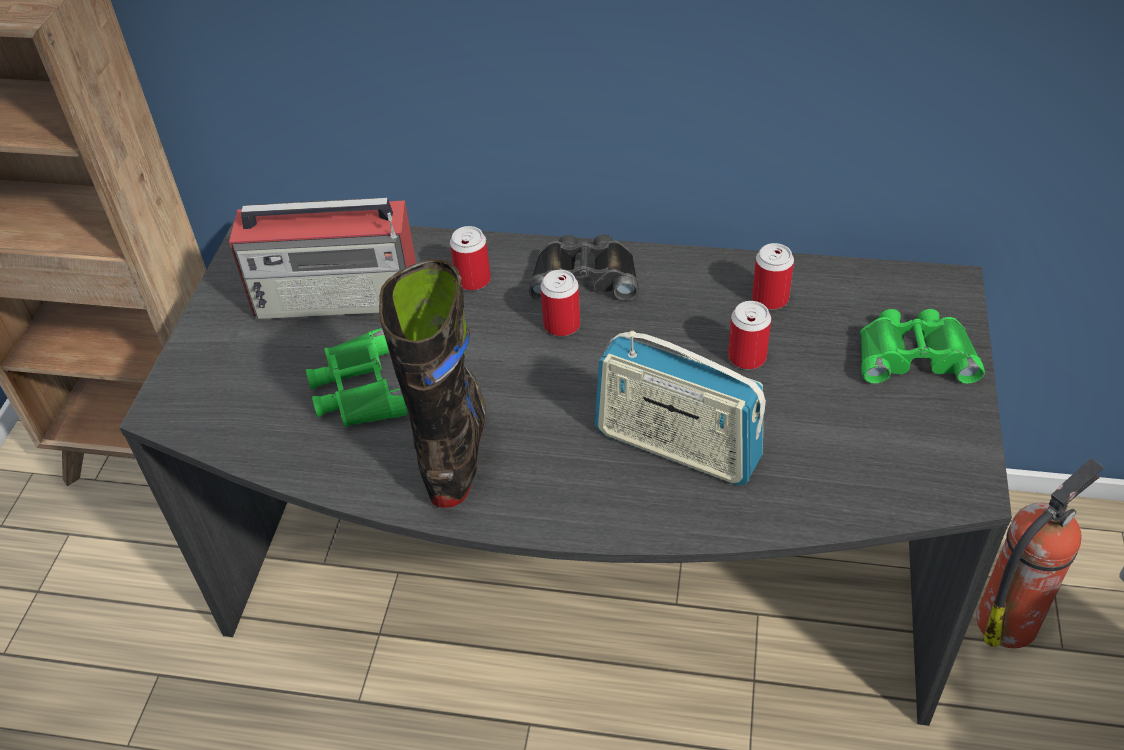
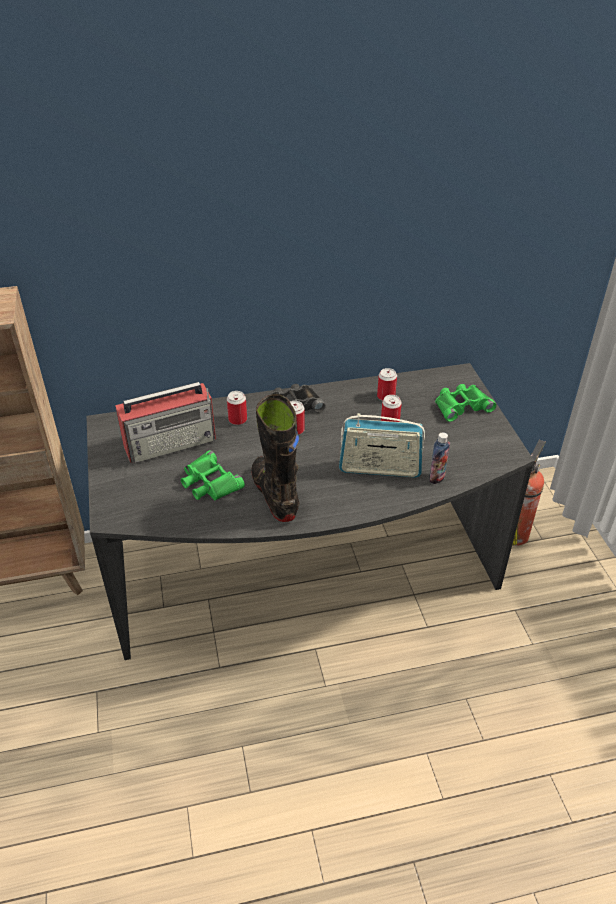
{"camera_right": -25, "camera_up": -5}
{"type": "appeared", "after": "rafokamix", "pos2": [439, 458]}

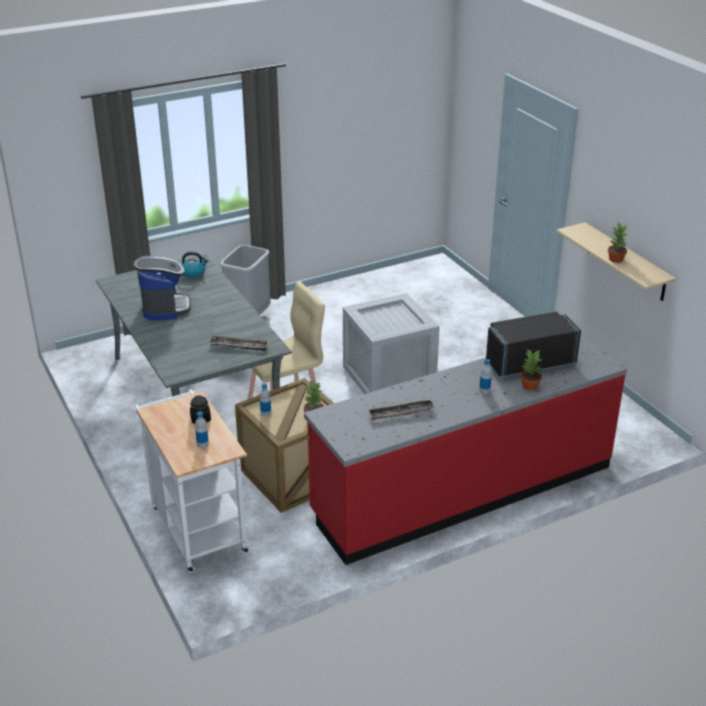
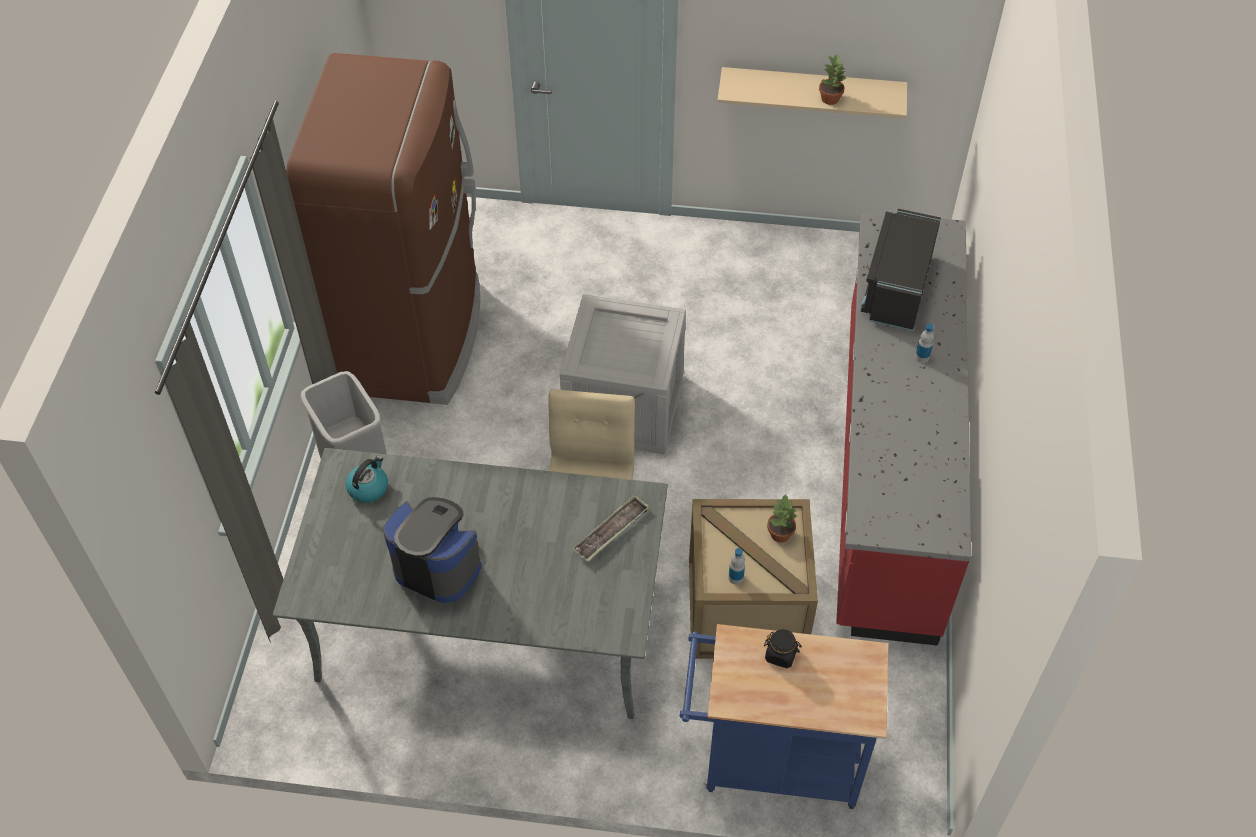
{"camera_right": -55, "camera_up": 20}
{"type": "missing", "before": "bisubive", "pos1": [531, 370]}
{"type": "colour", "before": "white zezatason", "after": "blue zezatason", "pos1": [191, 481], "pos2": [784, 716]}
{"type": "missing", "before": "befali", "pos1": [401, 409]}
{"type": "missing", "before": "rafokamix", "pos1": [202, 429]}
{"type": "appeared", "after": "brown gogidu", "pos2": [383, 229]}

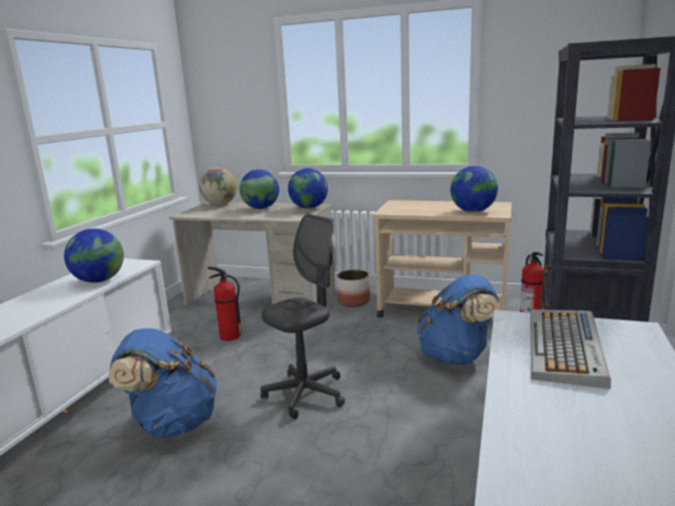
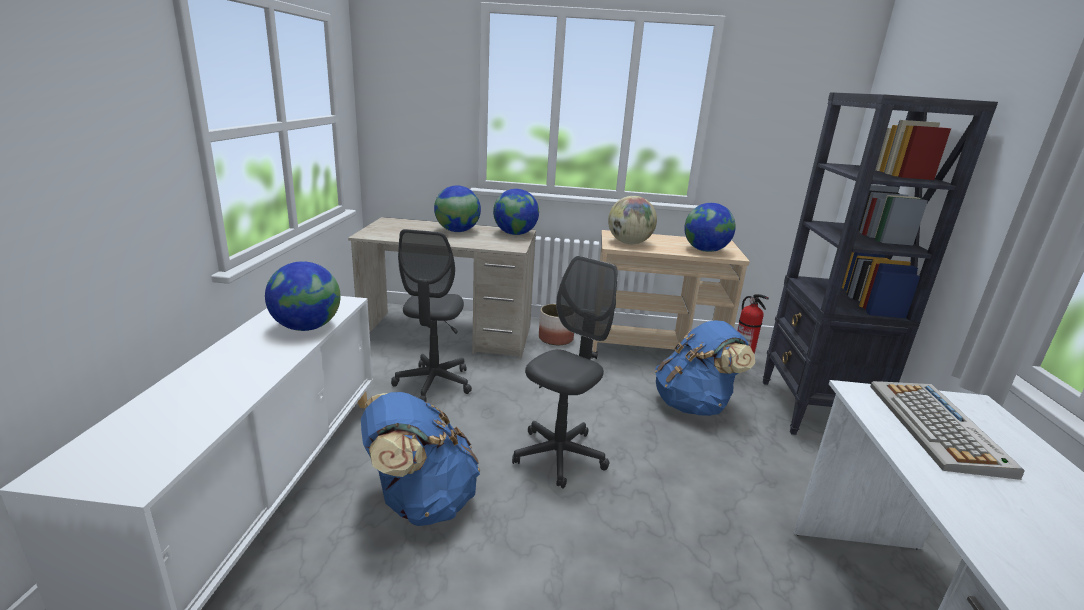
{"camera_right": -15, "camera_up": 5}
{"type": "relocated", "before": "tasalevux", "pos1": [218, 186], "pos2": [632, 220]}
{"type": "exchanged", "before": "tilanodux", "after": "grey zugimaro", "pos1": [224, 304], "pos2": [431, 315]}

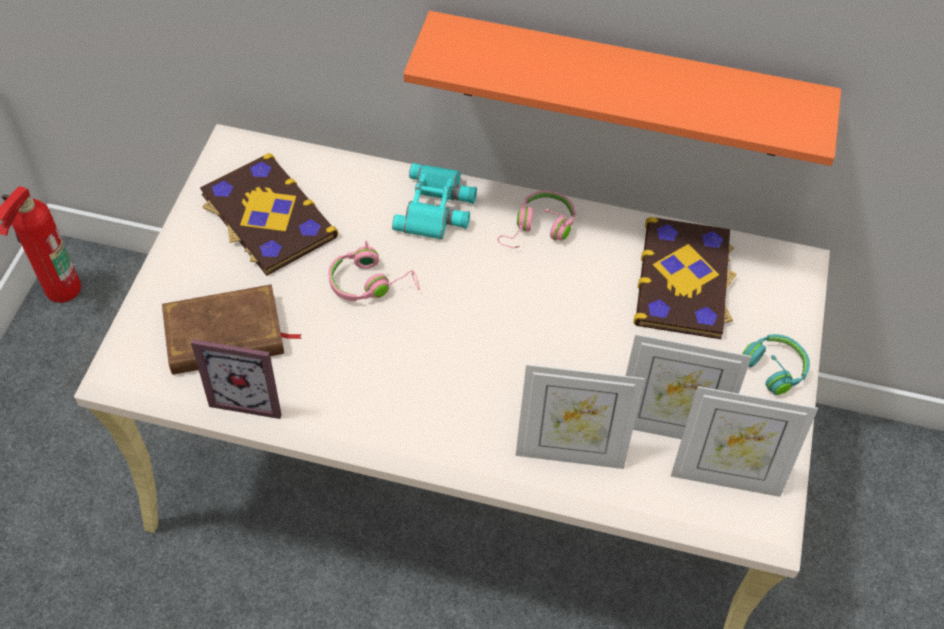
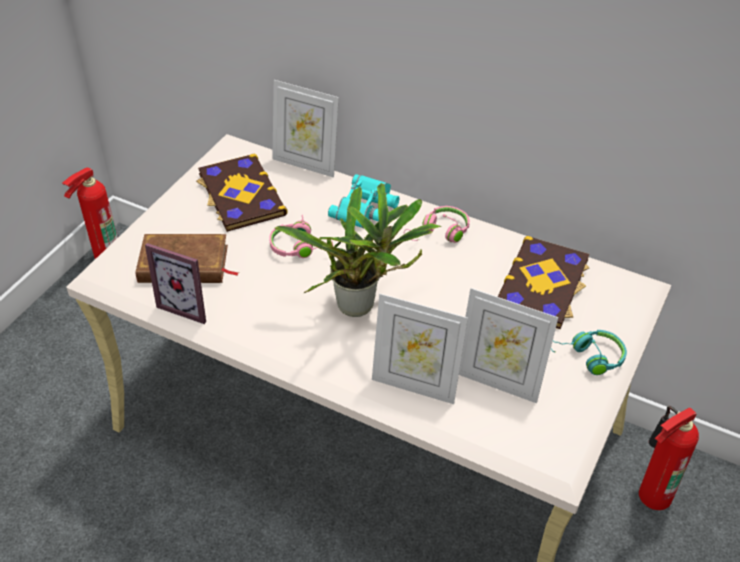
{"camera_right": 15, "camera_up": -10}
{"type": "missing", "before": "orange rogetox", "pos1": [622, 88]}
{"type": "relocated", "before": "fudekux", "pos1": [744, 441], "pos2": [305, 129]}
{"type": "appeared", "after": "bisubive", "pos2": [358, 250]}
{"type": "appeared", "after": "tilanodux", "pos2": [669, 458]}

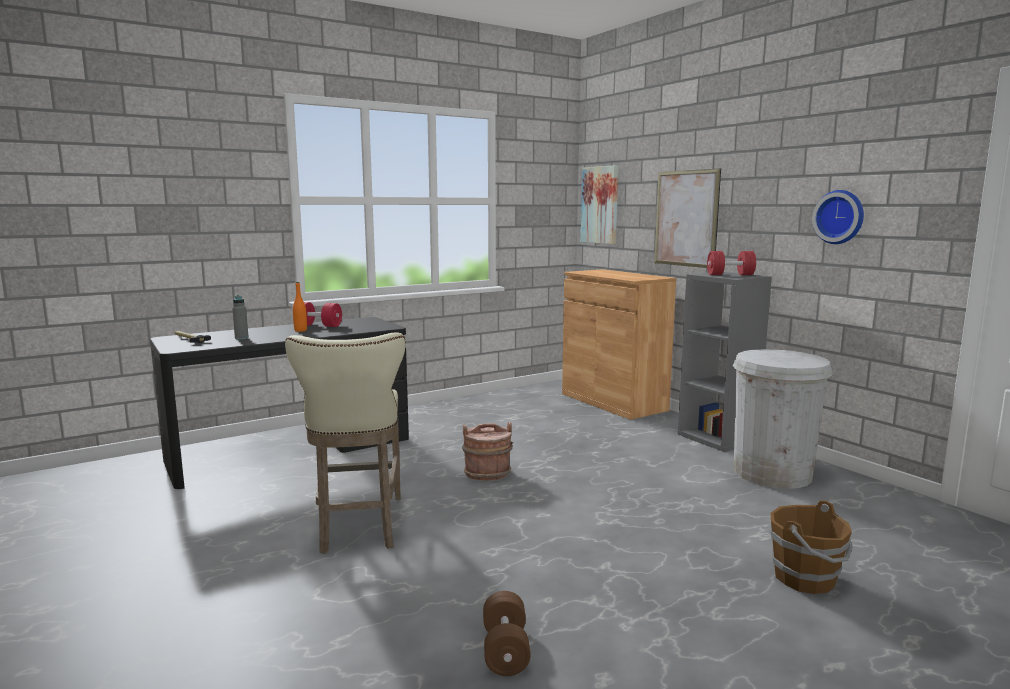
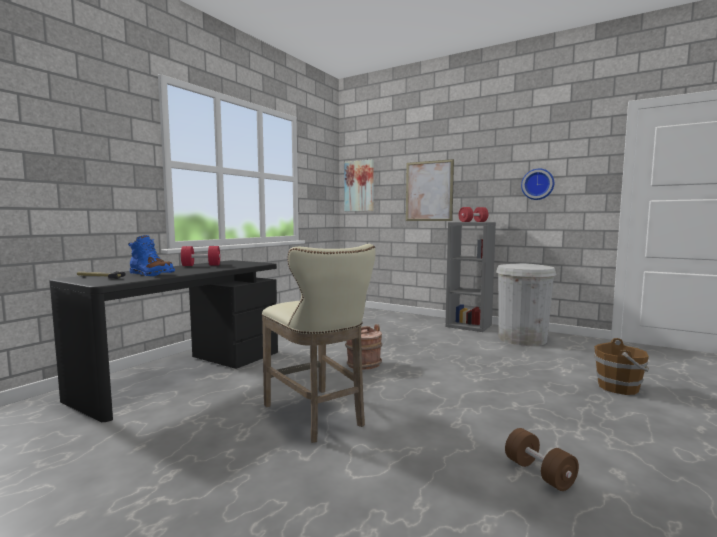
{"camera_right": -25, "camera_up": -5}
{"type": "missing", "before": "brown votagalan", "pos1": [619, 344]}
{"type": "missing", "before": "orange rafokamix", "pos1": [300, 307]}
{"type": "exchanged", "before": "grey rafokamix", "after": "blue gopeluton", "pos1": [240, 317], "pos2": [151, 255]}

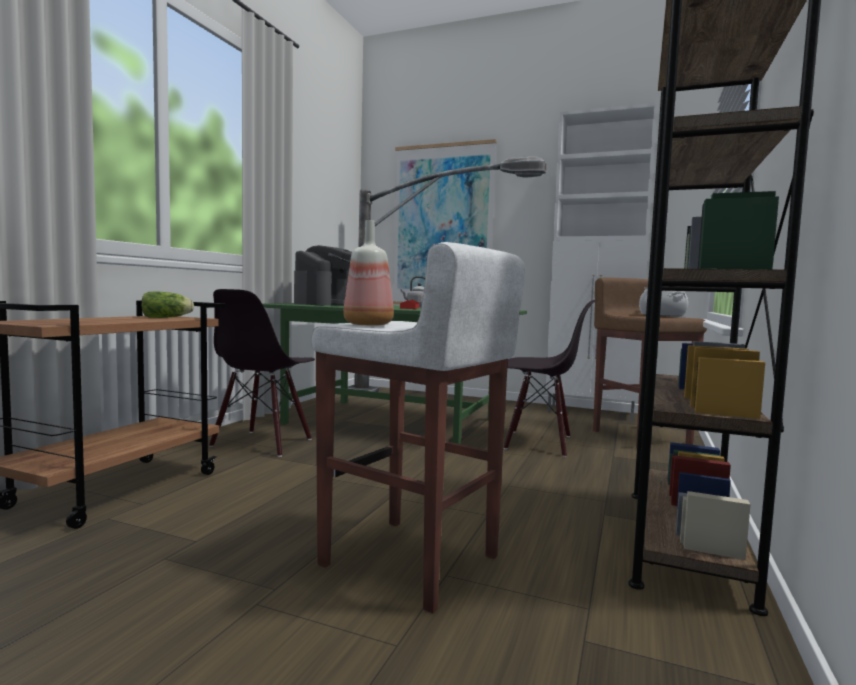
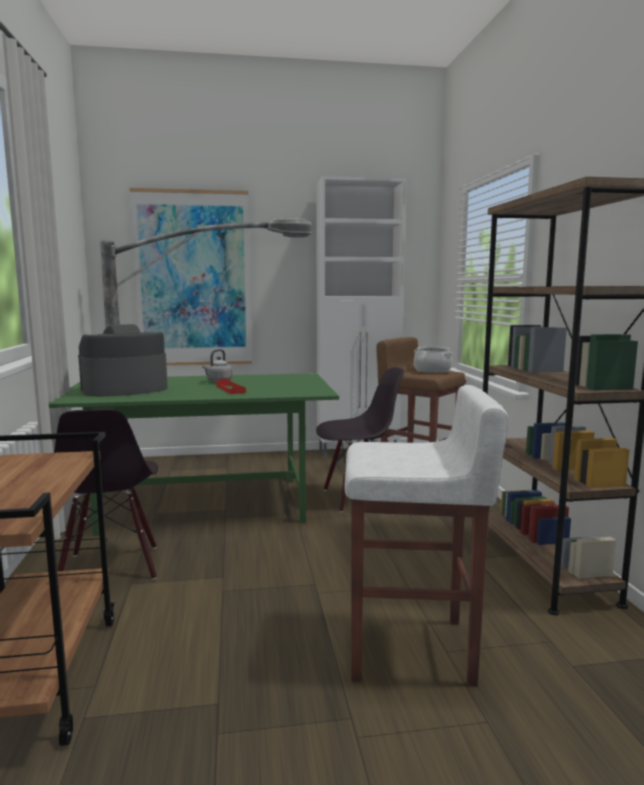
{"camera_right": -30, "camera_up": 5}
{"type": "missing", "before": "rafokamix", "pos1": [368, 272]}
{"type": "spun", "before": "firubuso", "pos1": [323, 275], "pos2": [123, 360], "turn": -120}
{"type": "missing", "before": "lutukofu", "pos1": [167, 305]}

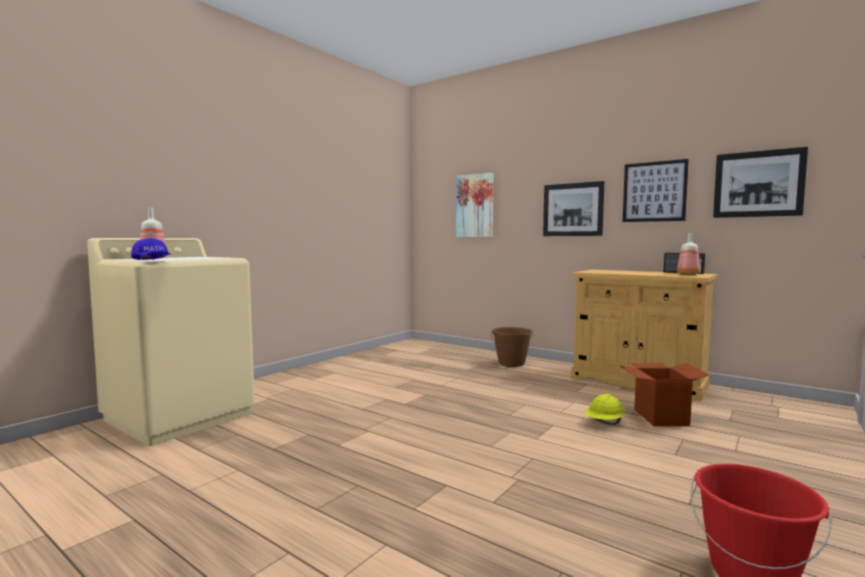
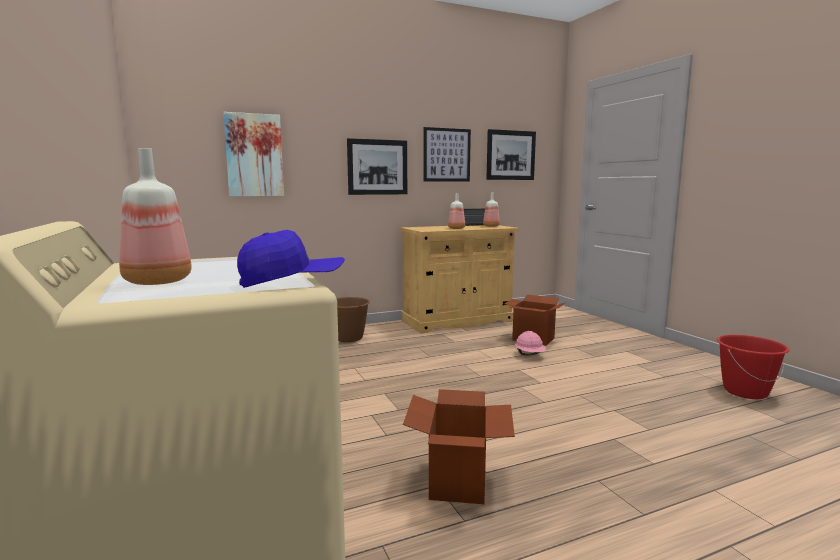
{"camera_right": -60, "camera_up": 5}
{"type": "colour", "before": "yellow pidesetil", "after": "pink pidesetil", "pos1": [604, 409], "pos2": [530, 343]}
{"type": "appeared", "after": "rafokamix", "pos2": [456, 211]}
{"type": "appeared", "after": "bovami", "pos2": [459, 446]}

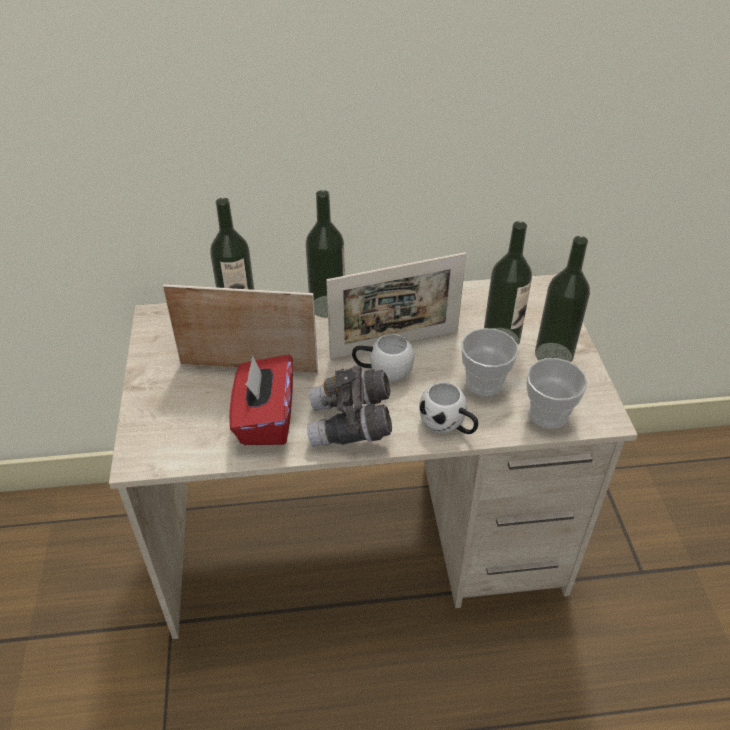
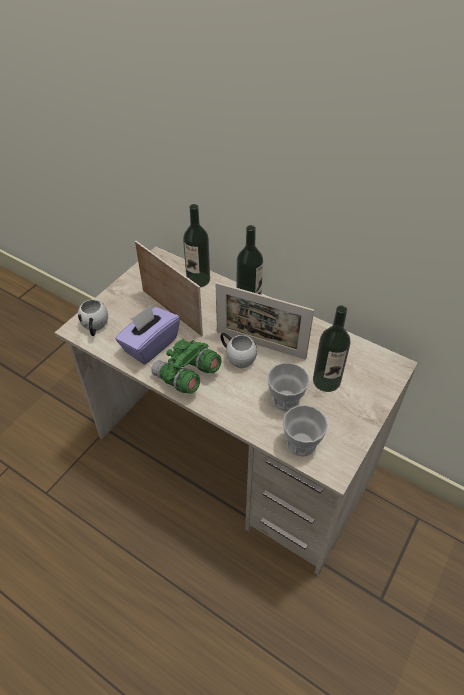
{"camera_right": 40, "camera_up": 5}
{"type": "missing", "before": "rafokamix", "pos1": [562, 299]}
{"type": "colour", "before": "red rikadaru", "after": "purple rikadaru", "pos1": [261, 399], "pos2": [147, 334]}
{"type": "colour", "before": "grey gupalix", "after": "green gupalix", "pos1": [349, 406], "pos2": [186, 366]}
{"type": "relocated", "before": "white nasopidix", "pos1": [448, 408], "pos2": [93, 317]}

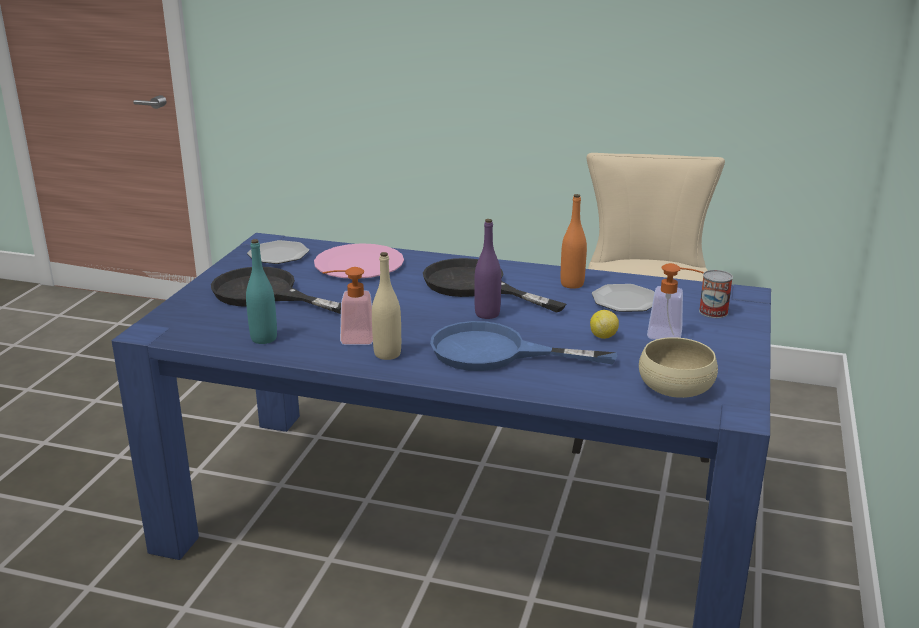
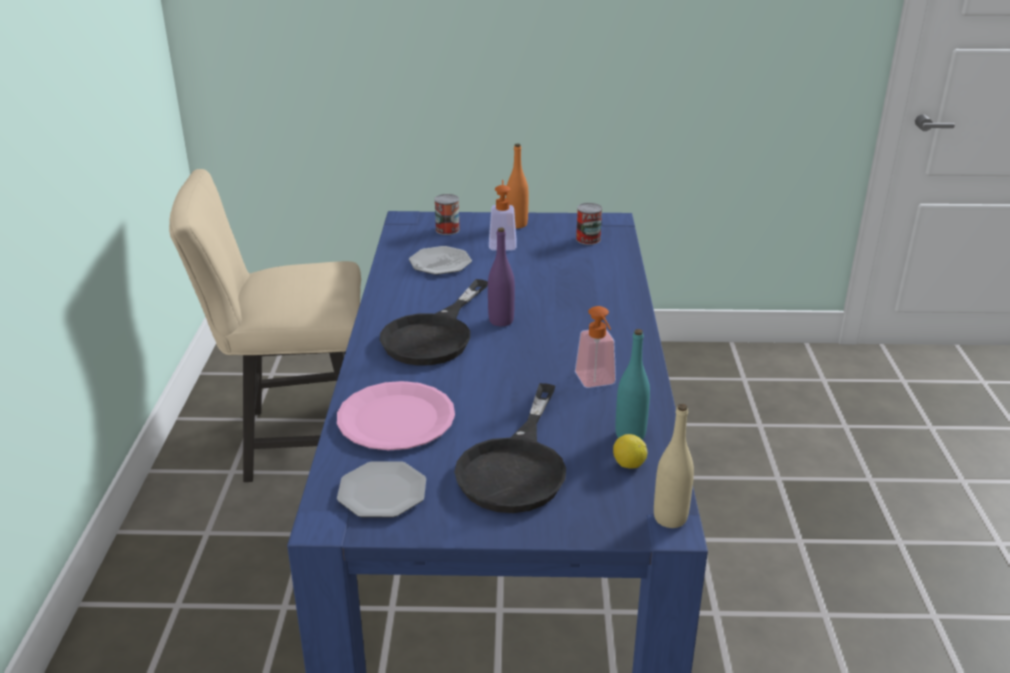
{"camera_right": -105, "camera_up": 5}
{"type": "relocated", "before": "orange rafokamix", "pos1": [574, 241], "pos2": [517, 185]}
{"type": "relocated", "before": "beige rafokamix", "pos1": [386, 306], "pos2": [674, 466]}
{"type": "relocated", "before": "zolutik", "pos1": [604, 324], "pos2": [630, 451]}
{"type": "missing", "before": "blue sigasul", "pos1": [523, 346]}
{"type": "exchanged", "before": "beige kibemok", "after": "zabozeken", "pos1": [678, 367], "pos2": [589, 224]}

